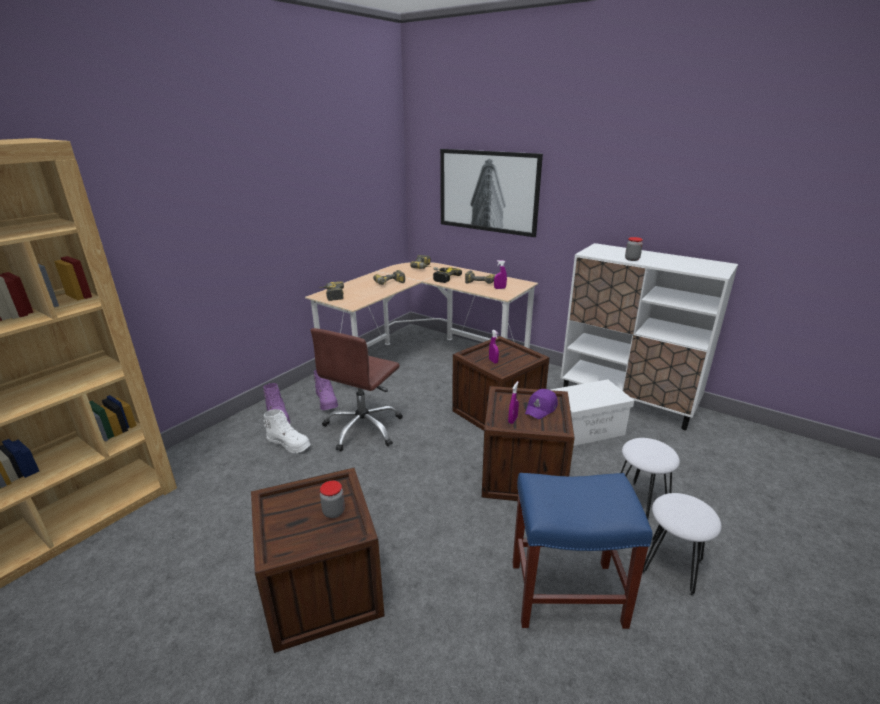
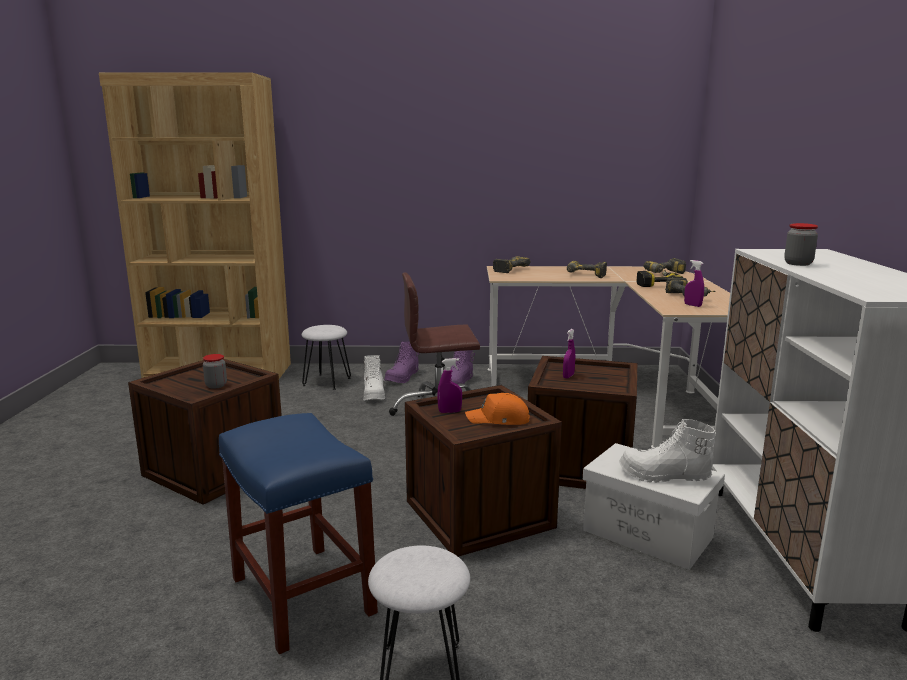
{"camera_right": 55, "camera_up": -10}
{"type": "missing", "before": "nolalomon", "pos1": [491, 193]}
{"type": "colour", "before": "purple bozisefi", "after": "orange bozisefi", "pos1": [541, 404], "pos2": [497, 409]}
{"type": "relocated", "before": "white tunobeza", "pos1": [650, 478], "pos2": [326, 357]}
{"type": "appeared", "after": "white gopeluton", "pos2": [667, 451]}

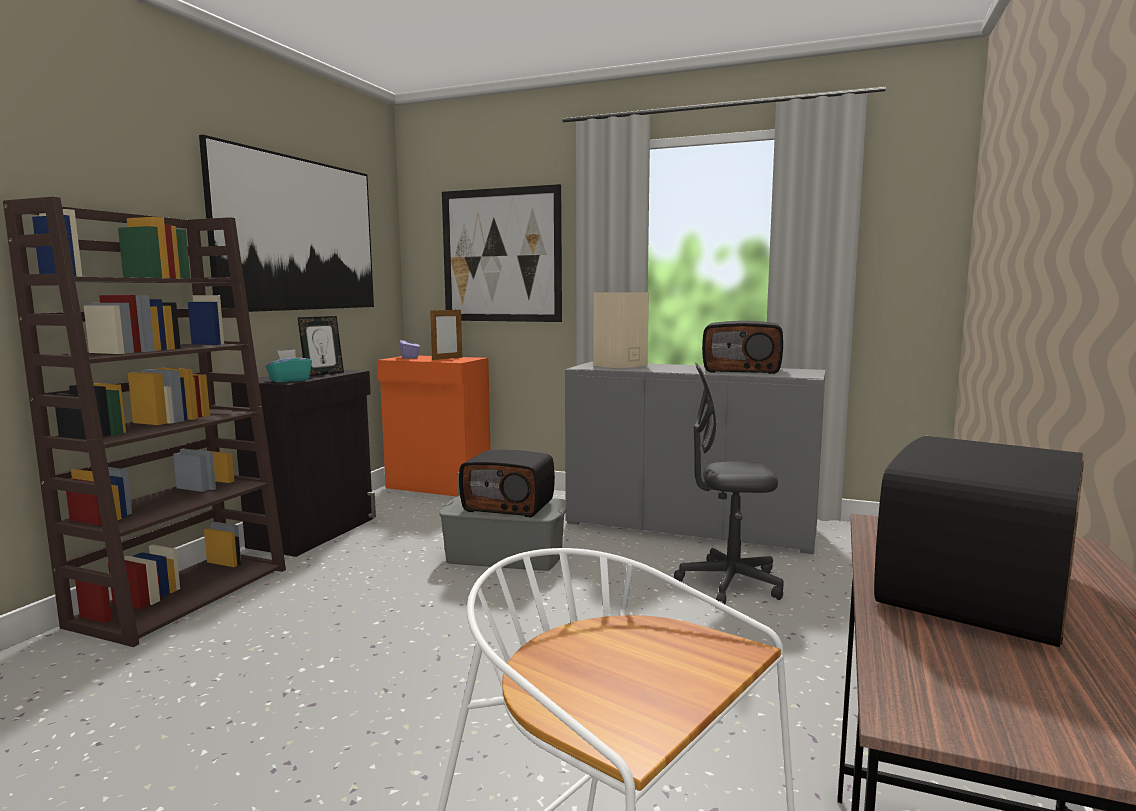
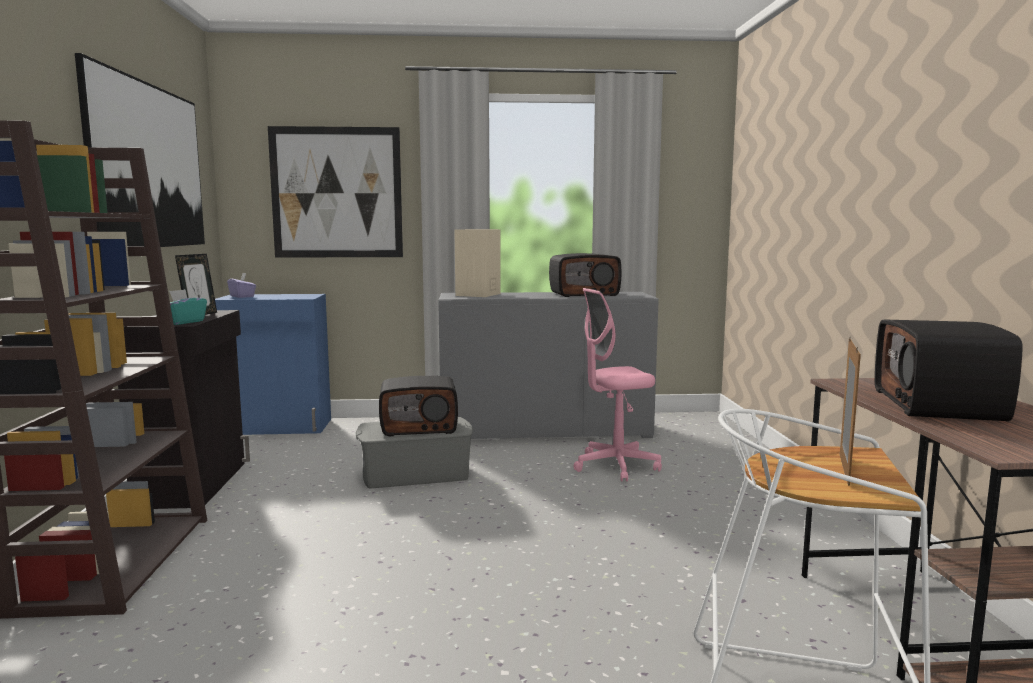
{"camera_right": -25, "camera_up": 0}
{"type": "relocated", "before": "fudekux", "pos1": [446, 334], "pos2": [850, 411]}
{"type": "colour", "before": "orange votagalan", "after": "blue votagalan", "pos1": [433, 426], "pos2": [273, 364]}
{"type": "colour", "before": "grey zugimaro", "after": "pink zugimaro", "pos1": [729, 483], "pos2": [618, 385]}

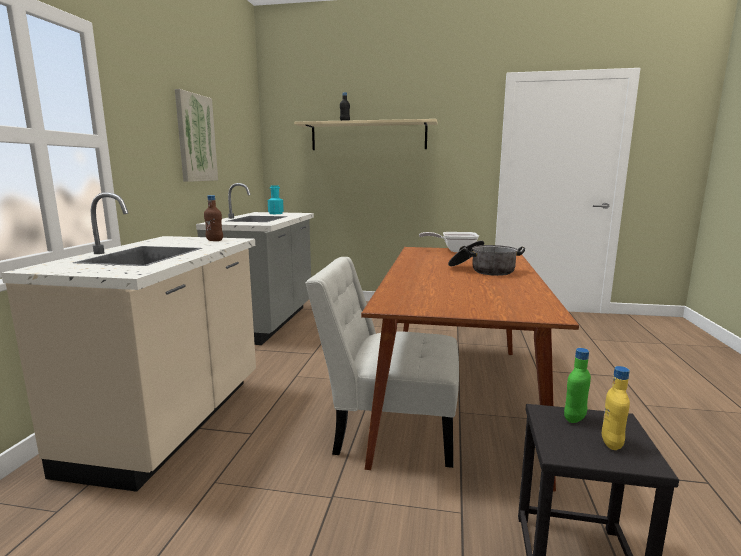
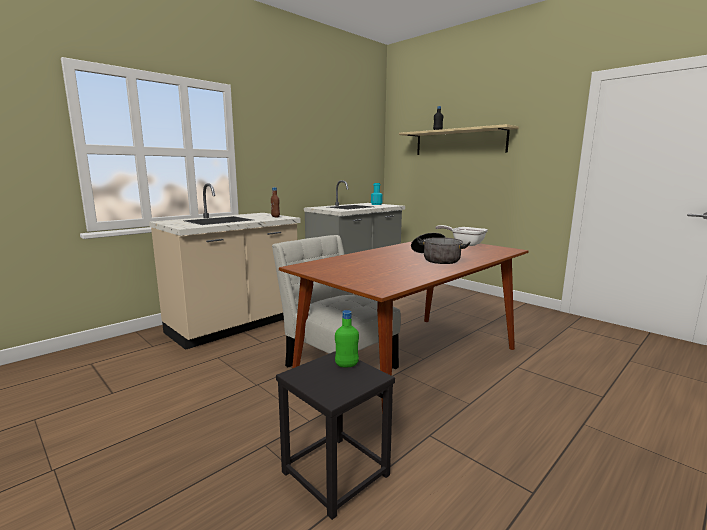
{"camera_right": 35, "camera_up": 0}
{"type": "missing", "before": "nolalomon", "pos1": [196, 135]}
{"type": "missing", "before": "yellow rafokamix", "pos1": [616, 408]}

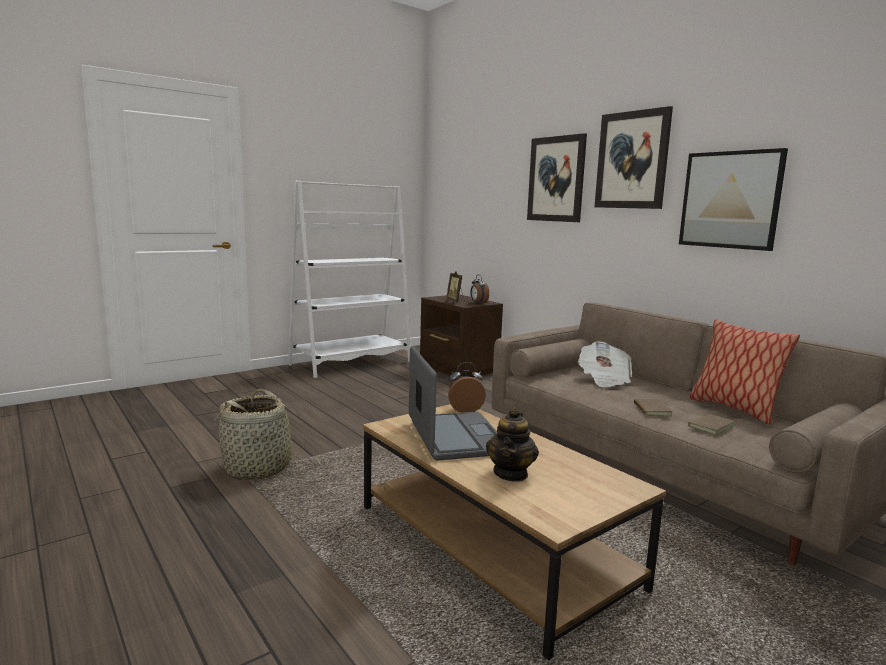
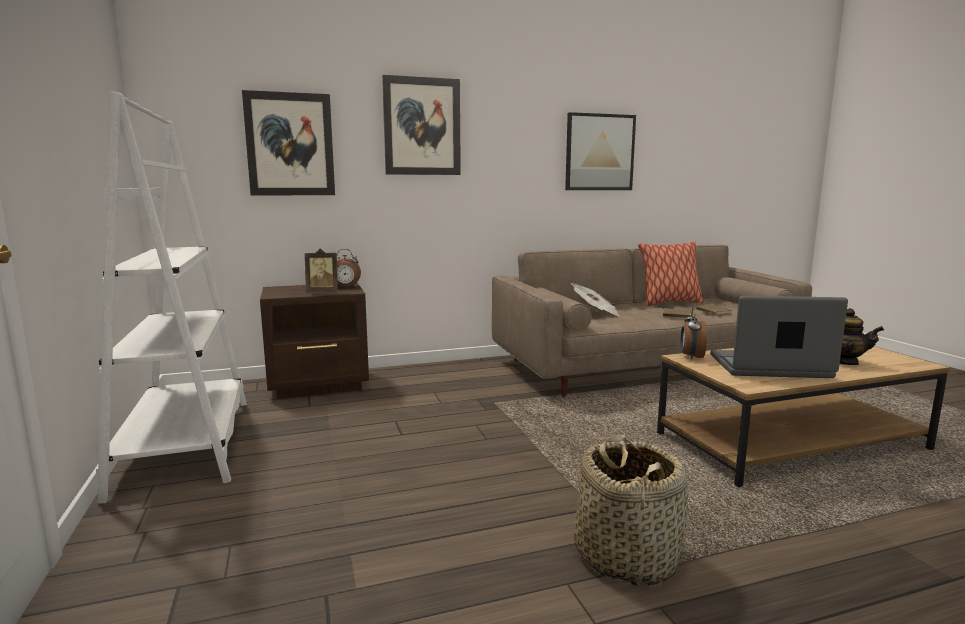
{"camera_right": -70, "camera_up": 0}
{"type": "relocated", "before": "nolalomon", "pos1": [633, 157], "pos2": [288, 143]}

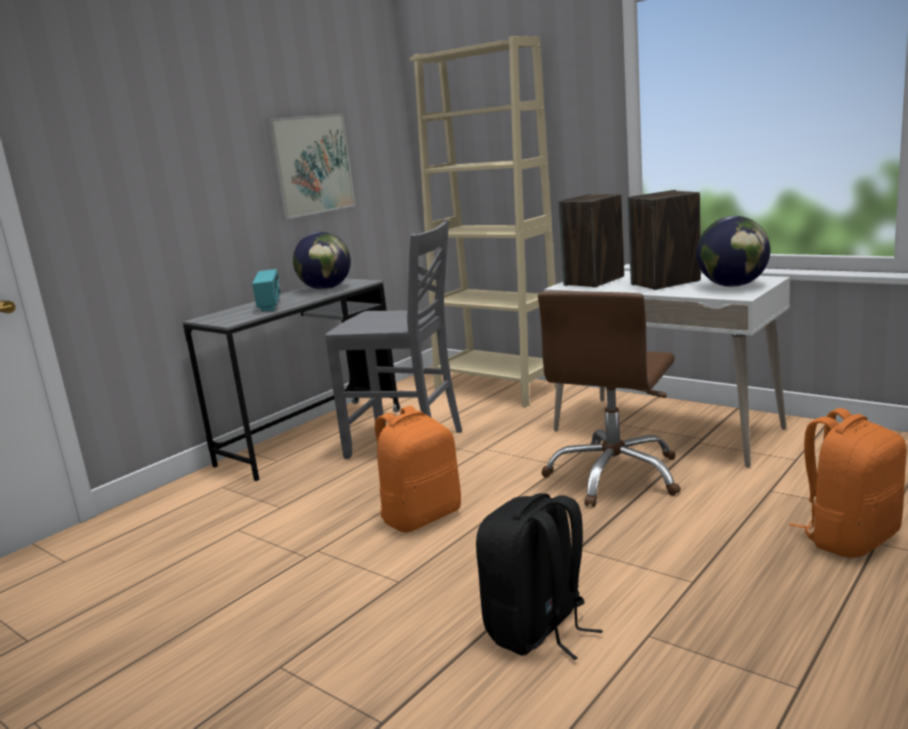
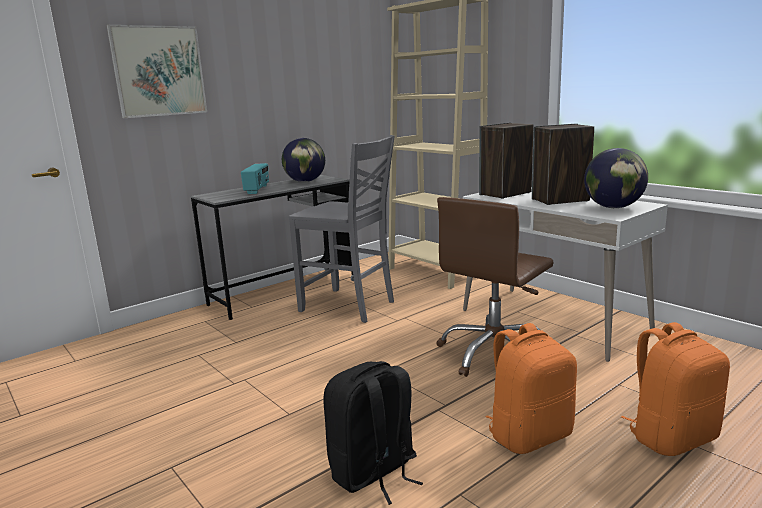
{"camera_right": 10, "camera_up": 0}
{"type": "relocated", "before": "nolalomon", "pos1": [311, 166], "pos2": [157, 71]}
{"type": "relocated", "before": "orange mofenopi", "pos1": [418, 469], "pos2": [531, 388]}

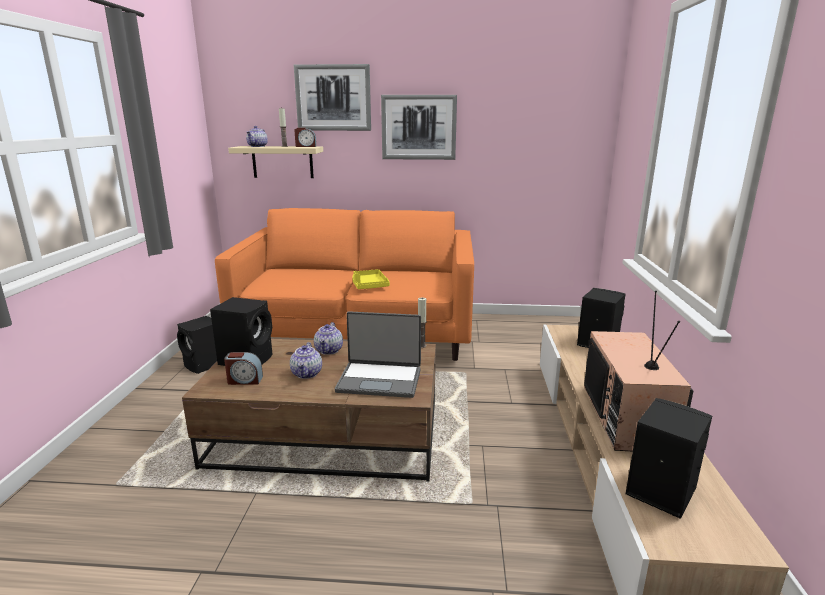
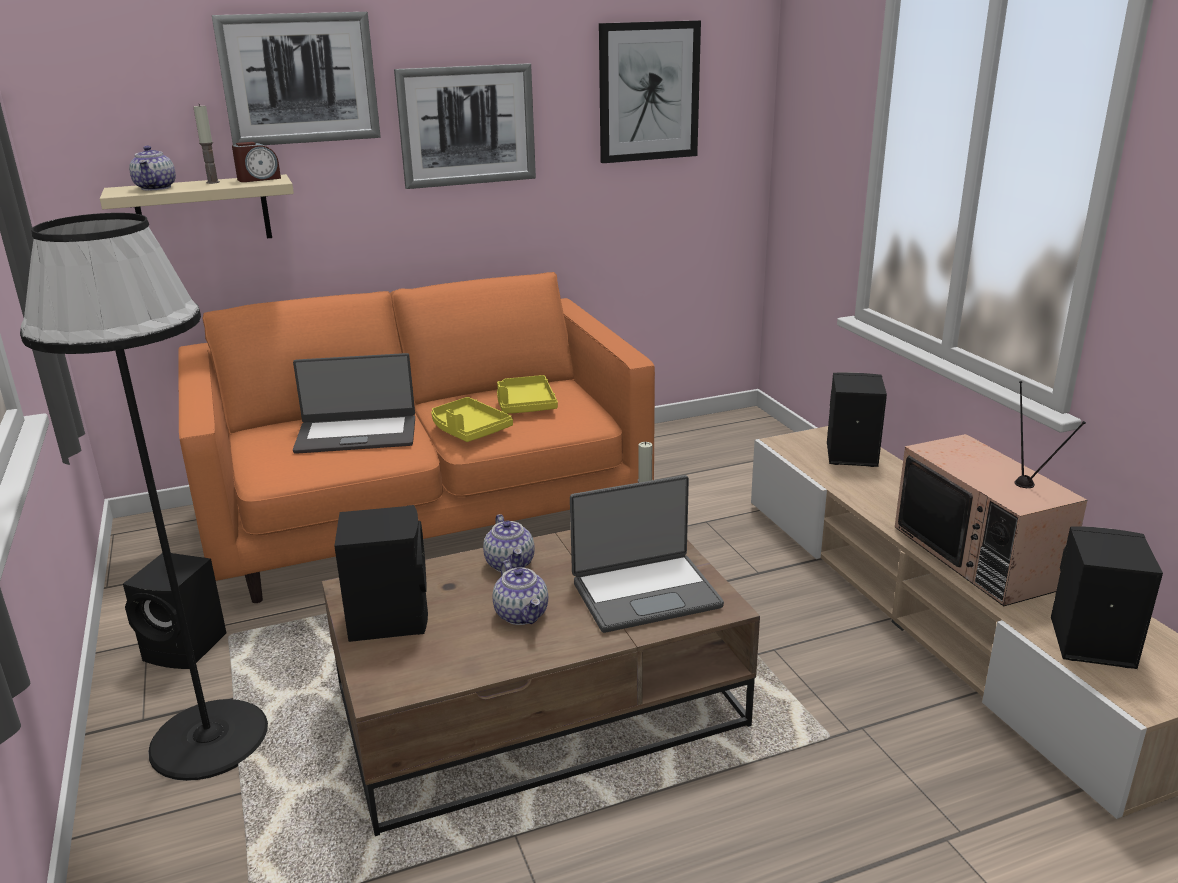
{"camera_right": -25, "camera_up": 5}
{"type": "missing", "before": "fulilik", "pos1": [243, 368]}
{"type": "appeared", "after": "nolalomon", "pos2": [650, 91]}
{"type": "appeared", "after": "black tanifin", "pos2": [144, 497]}
{"type": "appeared", "after": "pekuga", "pos2": [354, 403]}
{"type": "appeared", "after": "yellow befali", "pos2": [527, 394]}

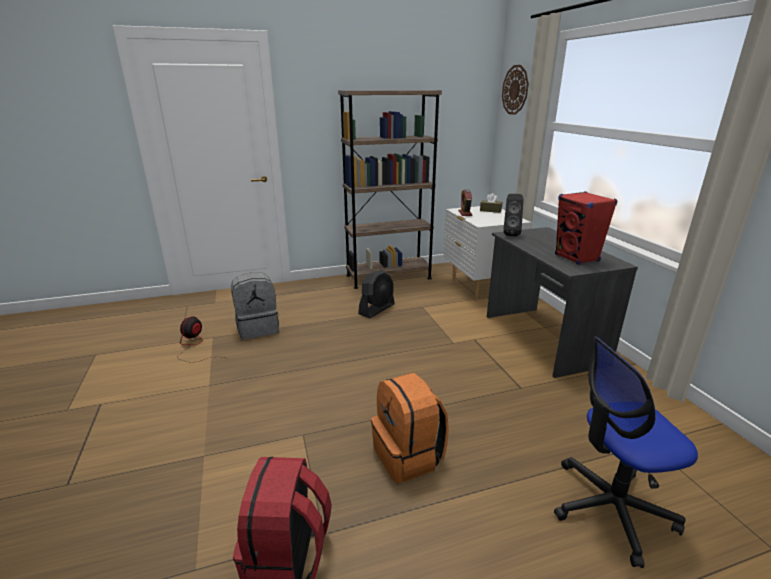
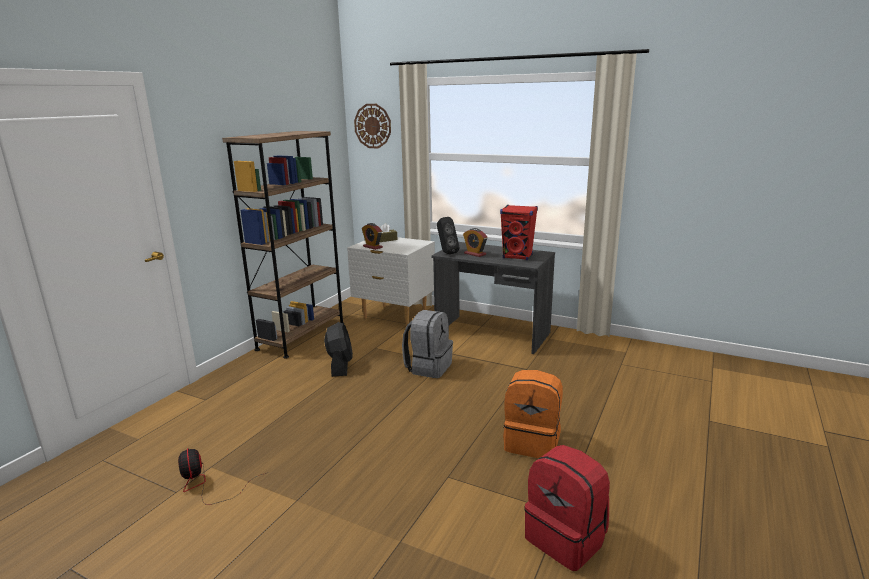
{"camera_right": -45, "camera_up": -5}
{"type": "relocated", "before": "grey mofenopi", "pos1": [255, 306], "pos2": [427, 344]}
{"type": "missing", "before": "zugimaro", "pos1": [626, 452]}
{"type": "appeared", "after": "fulilik", "pos2": [475, 242]}

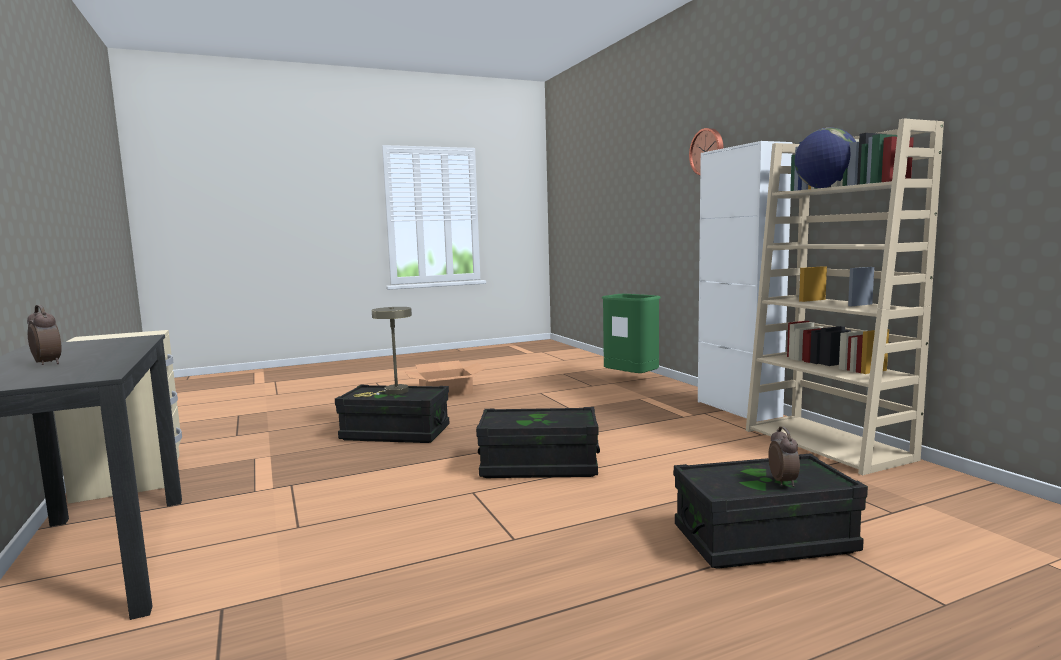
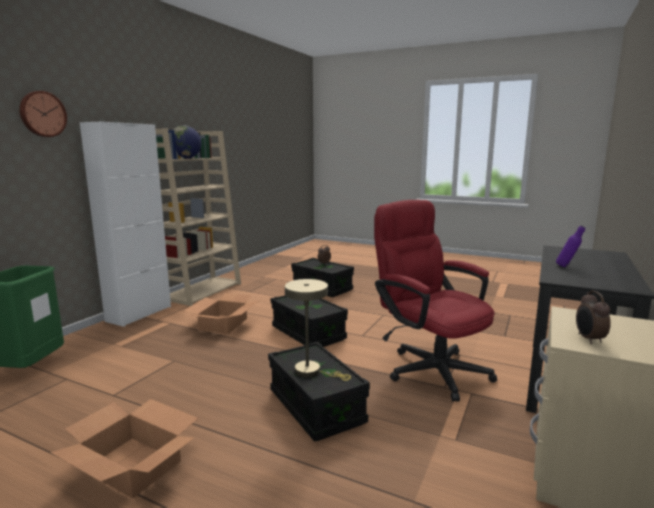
{"camera_right": -130, "camera_up": 5}
{"type": "relocated", "before": "fulilik", "pos1": [44, 335], "pos2": [593, 317]}
{"type": "appeared", "after": "red zugimaro", "pos2": [435, 301]}
{"type": "appeared", "after": "purple rafokamix", "pos2": [570, 246]}
{"type": "appeared", "after": "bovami", "pos2": [221, 313]}

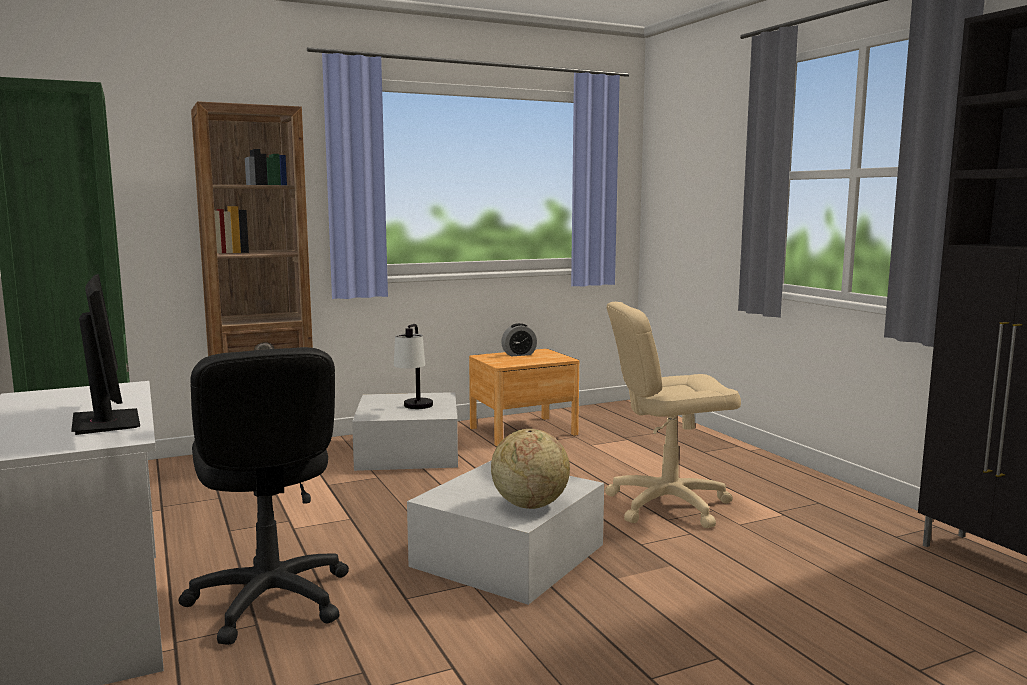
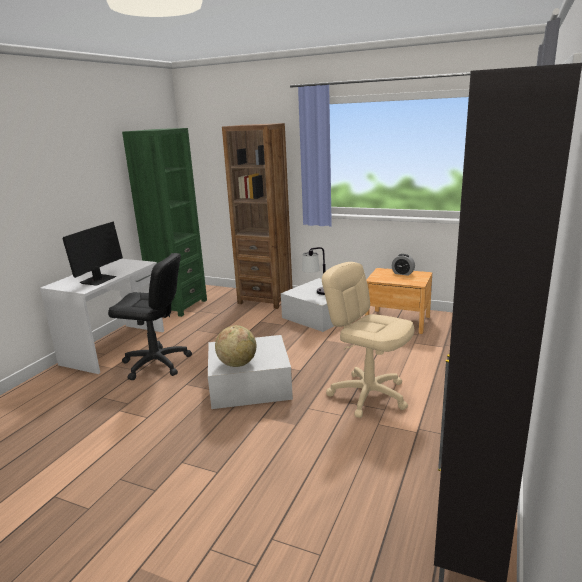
{"camera_right": 50, "camera_up": 10}
{"type": "spun", "before": "black zugimaro", "pos1": [263, 496], "pos2": [150, 316], "turn": -105}

